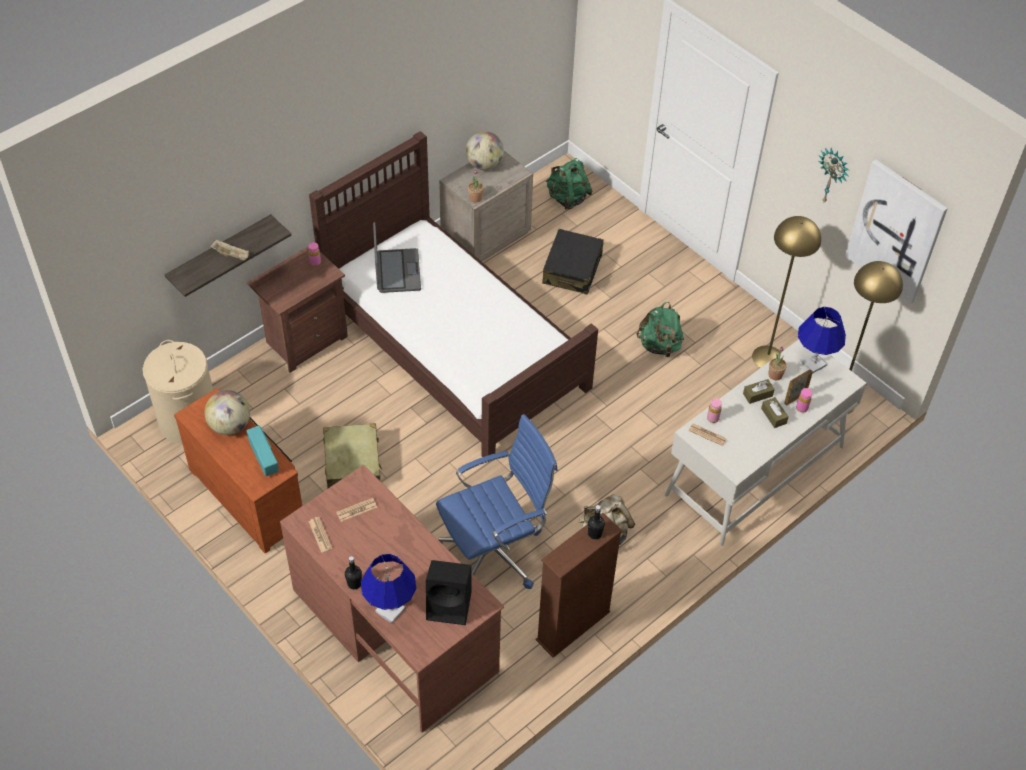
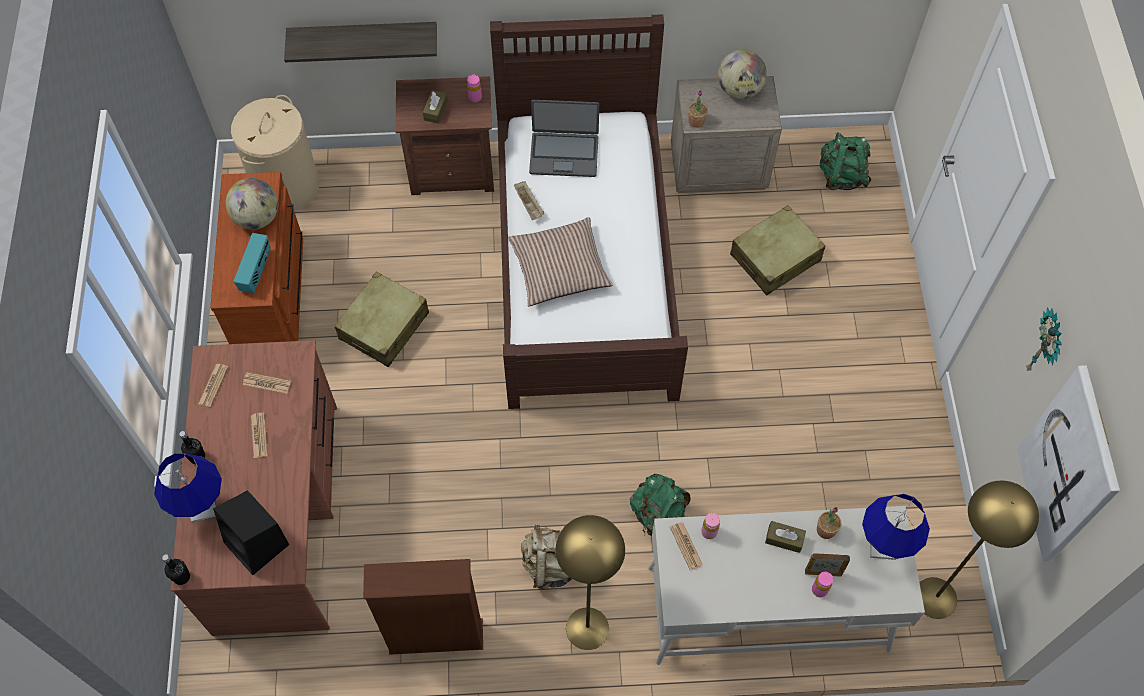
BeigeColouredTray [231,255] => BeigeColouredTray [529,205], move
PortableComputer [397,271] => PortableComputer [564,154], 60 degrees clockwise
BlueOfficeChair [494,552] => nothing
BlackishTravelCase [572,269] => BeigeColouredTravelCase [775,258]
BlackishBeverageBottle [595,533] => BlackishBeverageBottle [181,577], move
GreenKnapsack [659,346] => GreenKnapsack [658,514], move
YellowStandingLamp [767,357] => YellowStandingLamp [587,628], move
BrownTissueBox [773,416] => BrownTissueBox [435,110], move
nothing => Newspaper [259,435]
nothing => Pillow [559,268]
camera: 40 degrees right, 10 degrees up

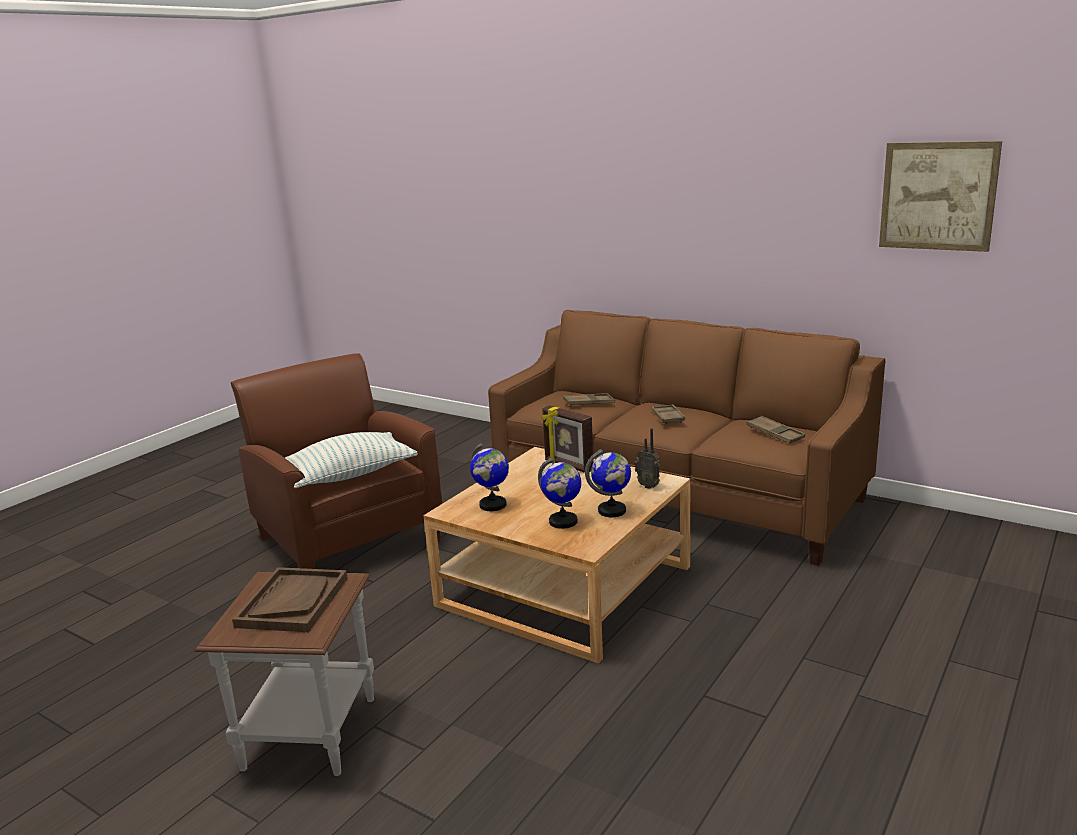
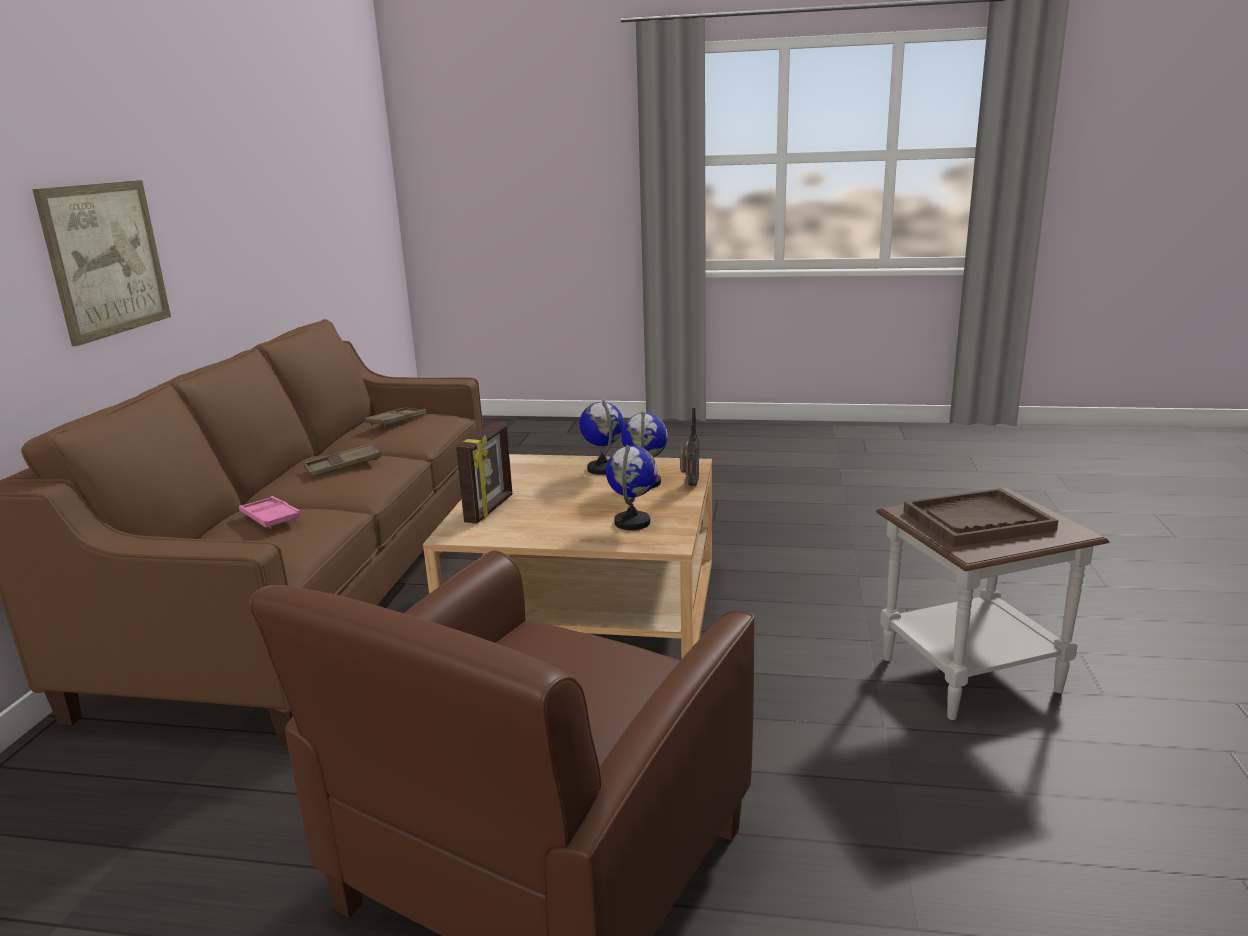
Pillow [348,475] => nothing
BrownTray [589,403] => PinkTray [270,518]
RadioReceiver [648,486] => RadioReceiver [689,485], move
WallPicture [937,196] => WallPicture [106,259], move
camera: 115 degrees left, 0 degrees up

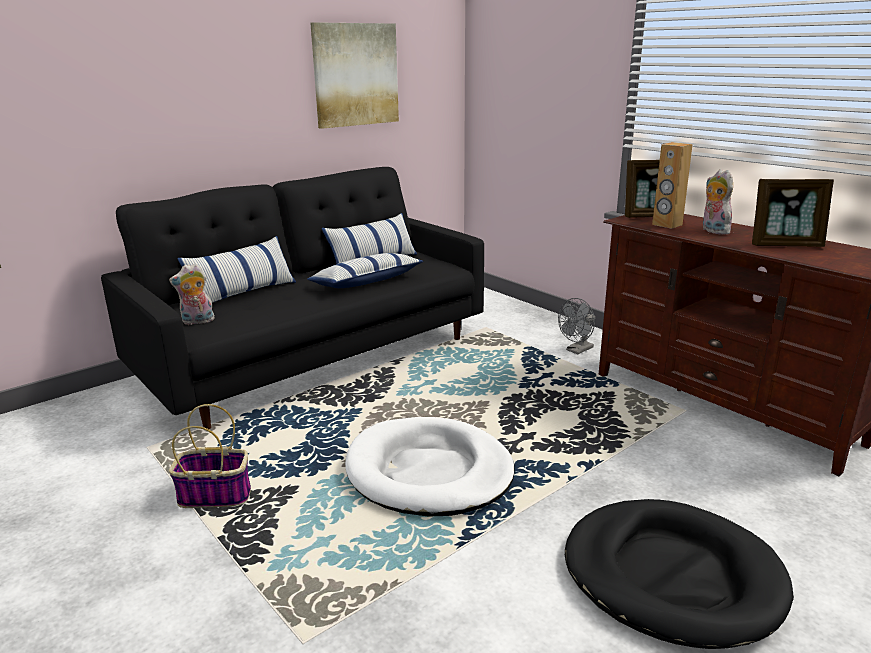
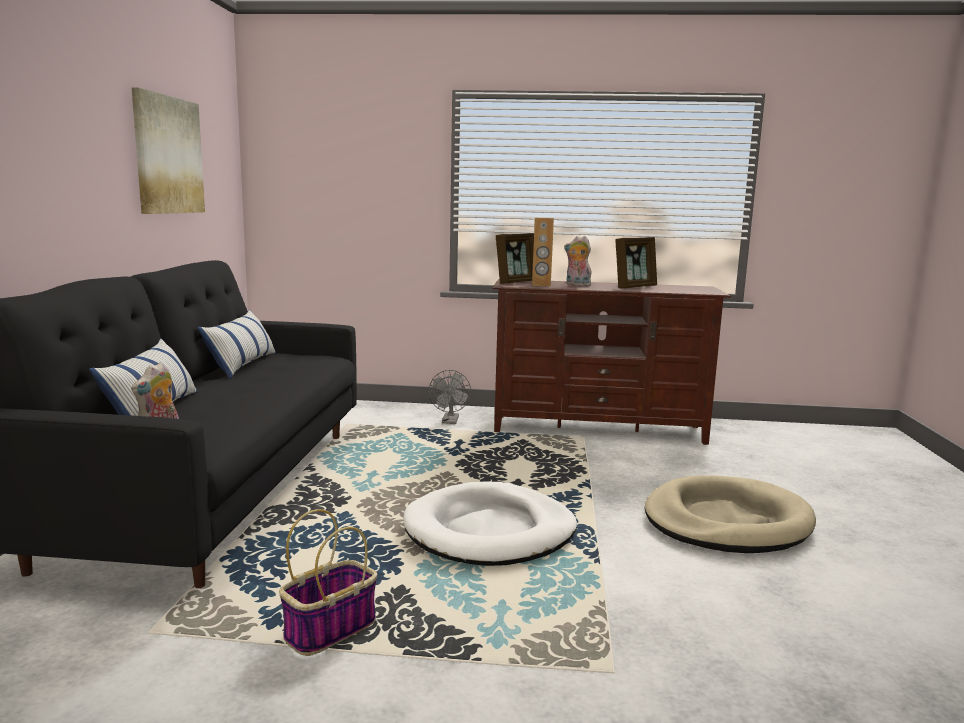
Pillow [366,282] => nothing
BlackishPetBed [671,576] => BeigeColouredPetBed [726,521]
camera: 45 degrees left, 10 degrees down

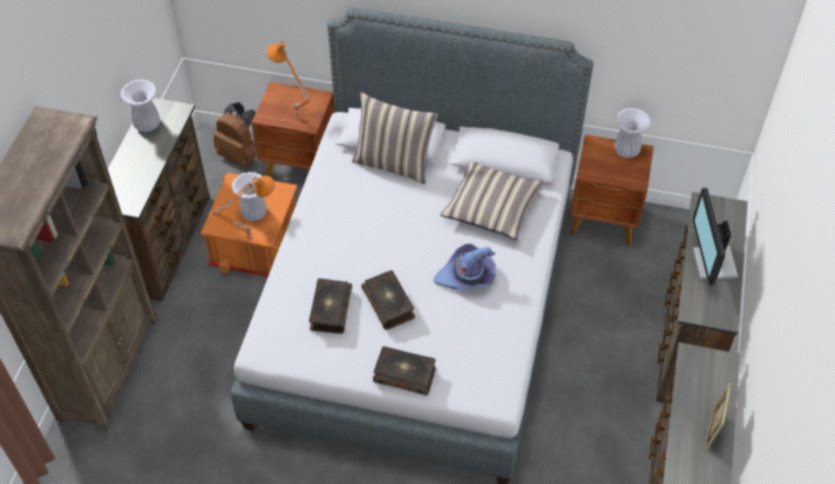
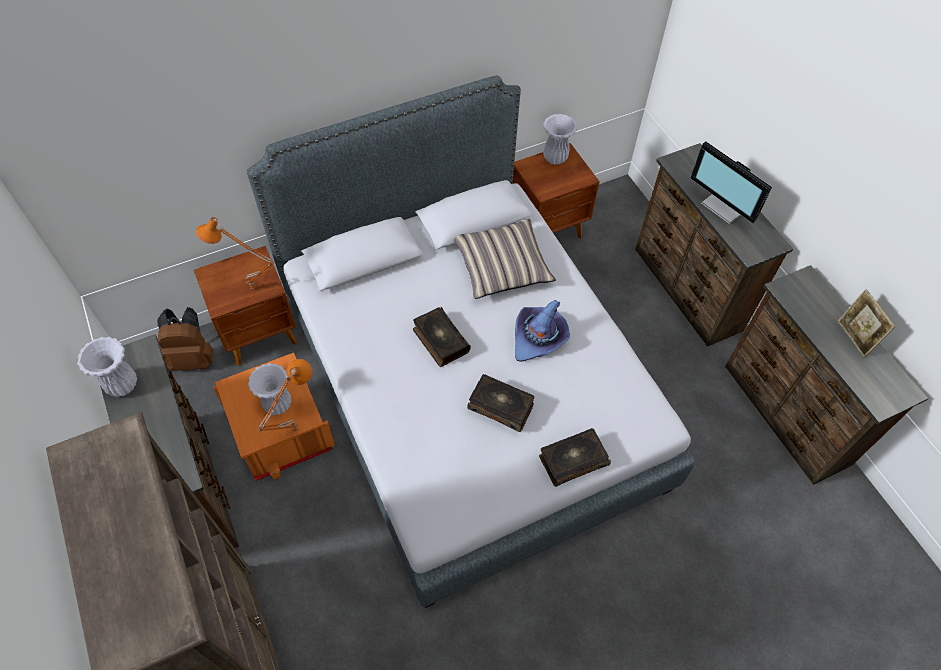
Volume [330,310] => Volume [440,341], move
Pillow [394,164] => nothing
camera: 40 degrees left, 5 degrees up

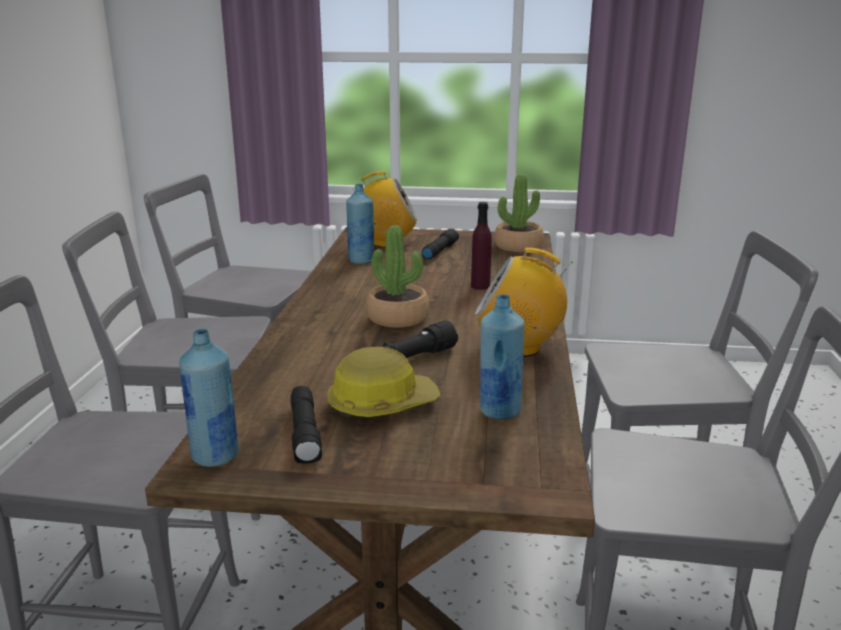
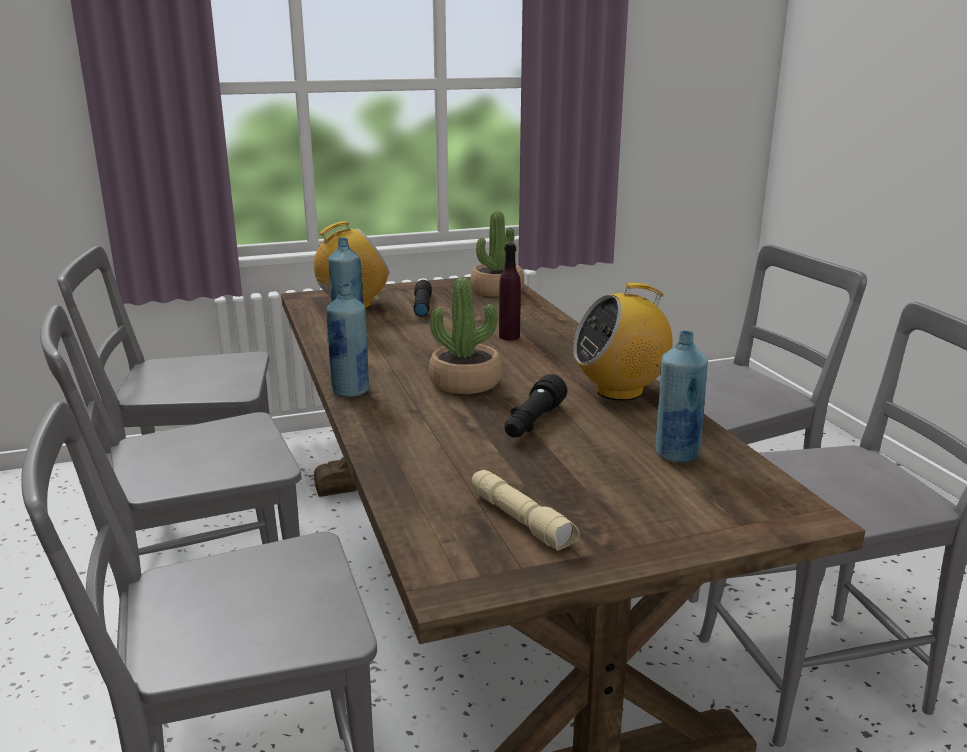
BlueBeverageBottle [215,456] => BlueBeverageBottle [350,391], move
BlackishTorch [306,434] => BeigeColouredTorch [522,521]
SafetyHelmet [381,404] => nothing
camera: 25 degrees left, 0 degrees up

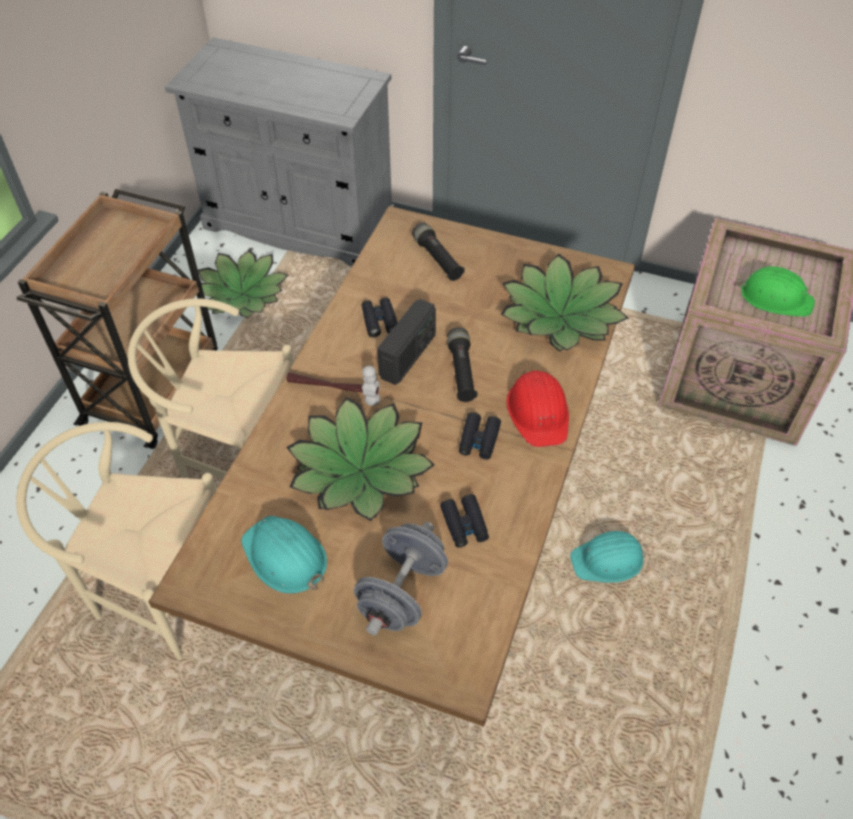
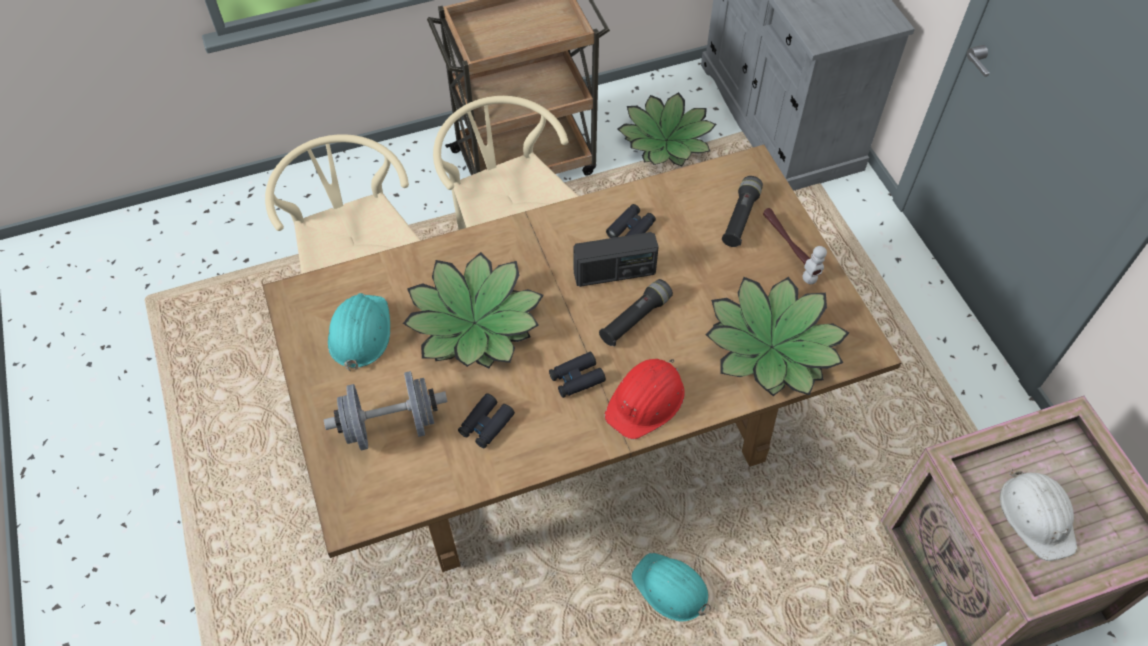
Hammer [334,391] => Hammer [790,249], move
GreenSafetyHelmet [775,298] => WhitishSafetyHelmet [1037,516]
camera: 50 degrees right, 5 degrees up

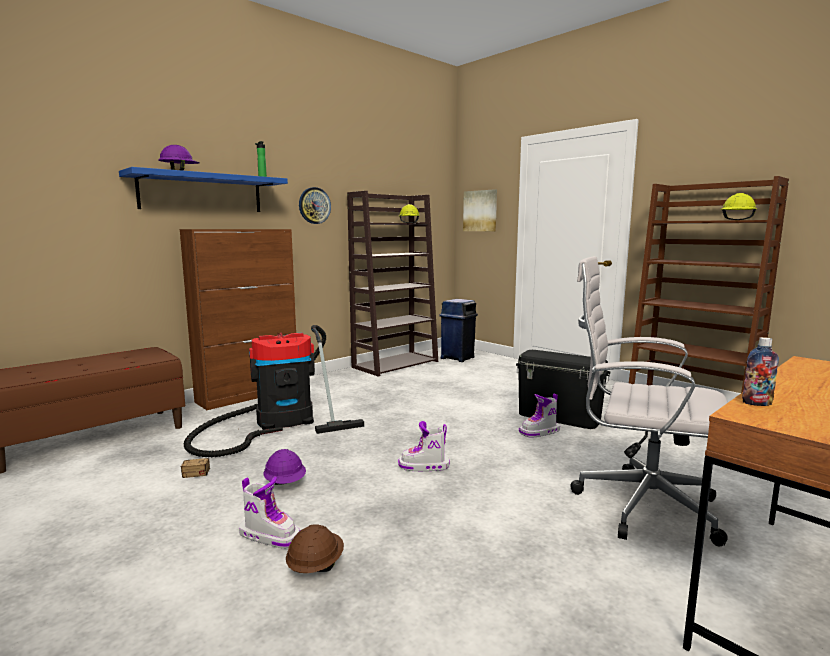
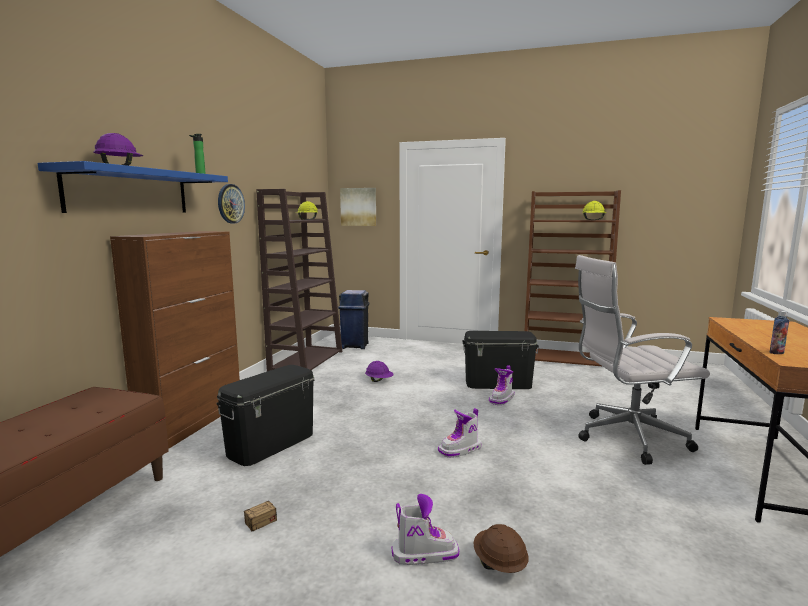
VacuumCleaner [278,422] => BlackishStorageBox [271,443]
PurplishSafetyHelmet [285,484] => PurplishSafetyHelmet [379,381], move
camera: 30 degrees left, 0 degrees up

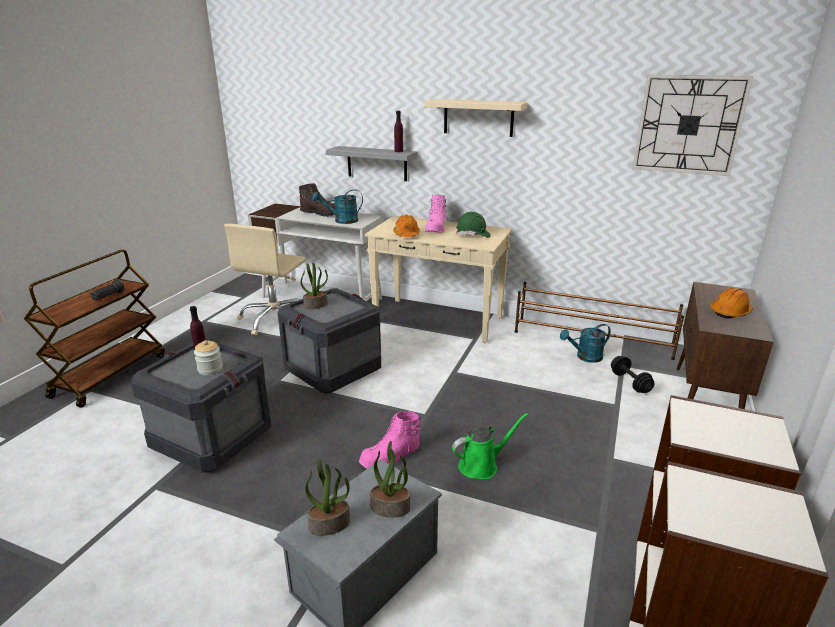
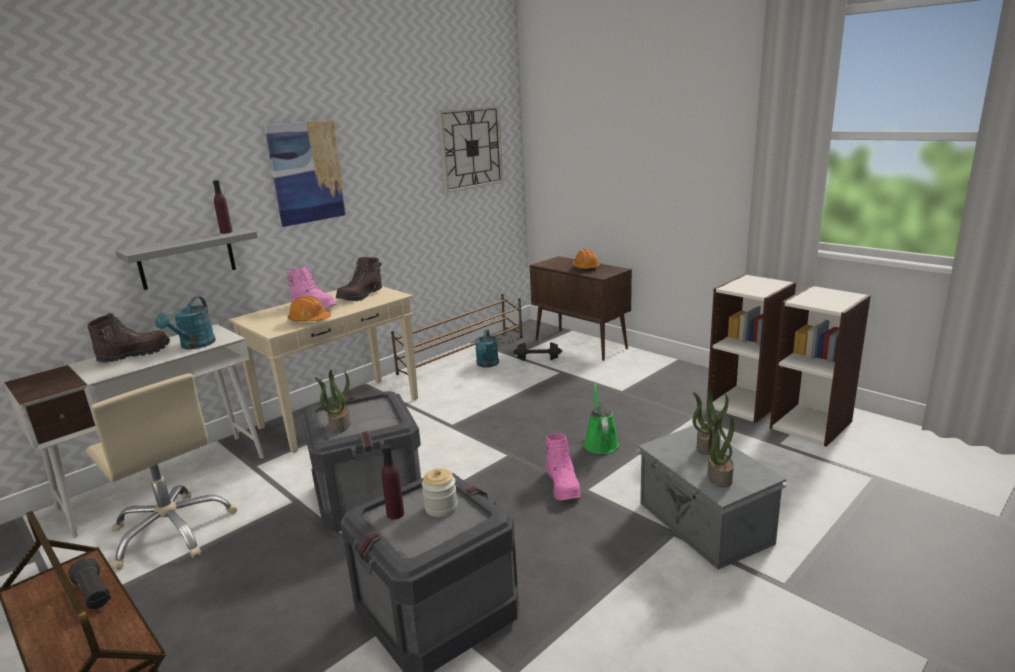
BeigeColouredWallShelf [478,117] => WallPicture [306,172]
GreenSafetyHelmet [473,235] => BrownHighTopBoot [361,296]
camera: 65 degrees left, 5 degrees down

